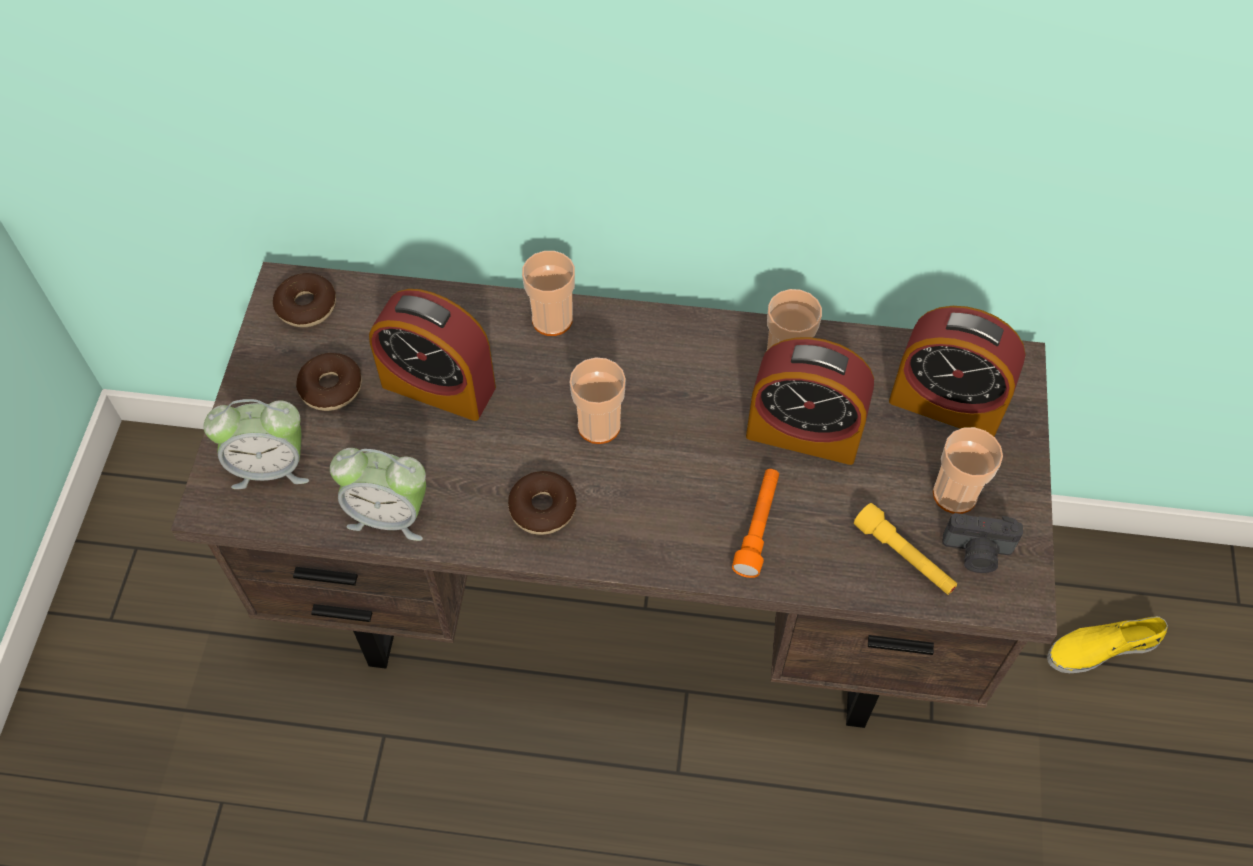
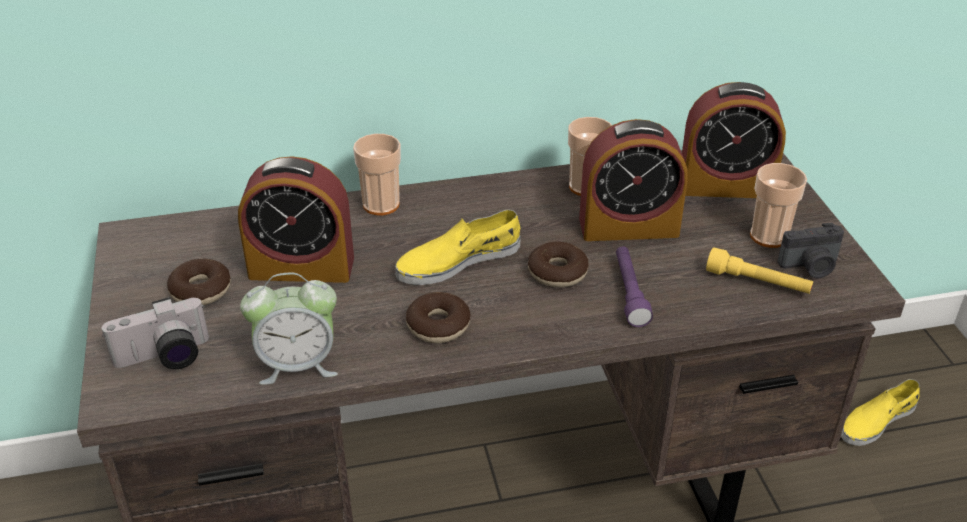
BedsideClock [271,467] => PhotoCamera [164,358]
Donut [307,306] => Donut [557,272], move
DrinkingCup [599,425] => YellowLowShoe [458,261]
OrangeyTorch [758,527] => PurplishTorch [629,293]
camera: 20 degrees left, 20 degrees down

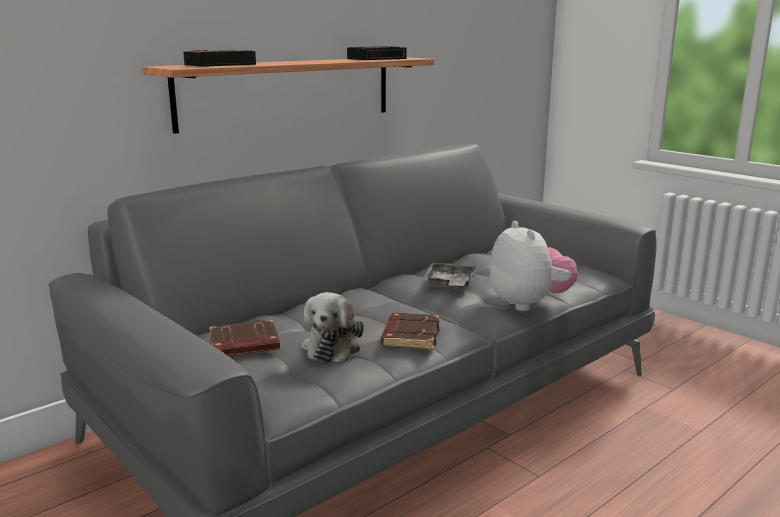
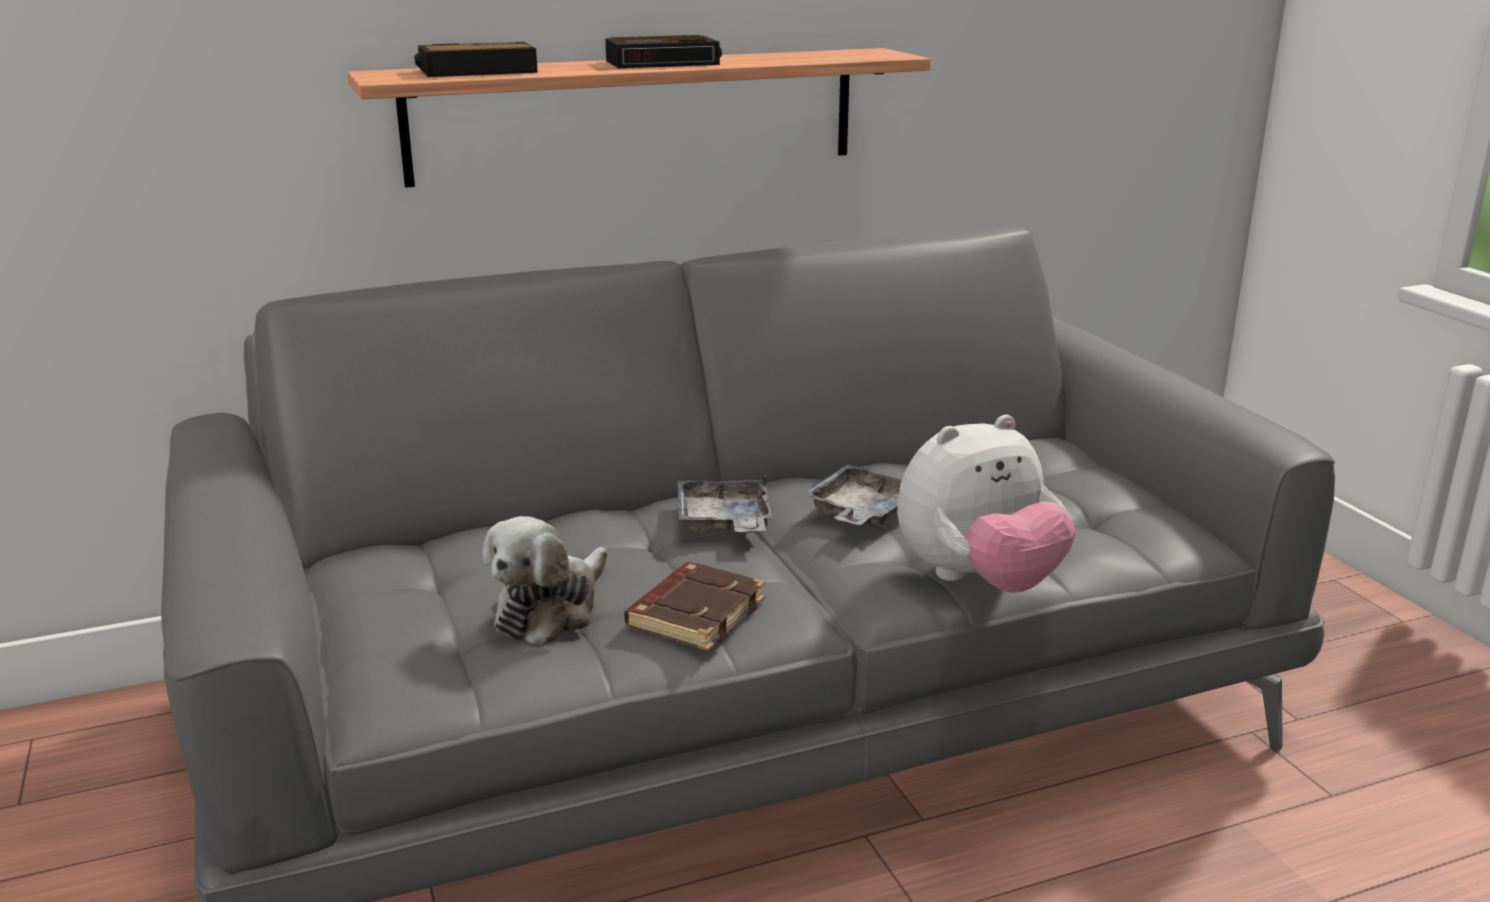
BrownVolume [244,345] => nothing
BedsideClock [378,58] => BedsideClock [665,62], move
SoftToy [529,304] => SoftToy [979,581], 60 degrees clockwise
nothing => GreyTray [724,523]
camera: 20 degrees right, 5 degrees up

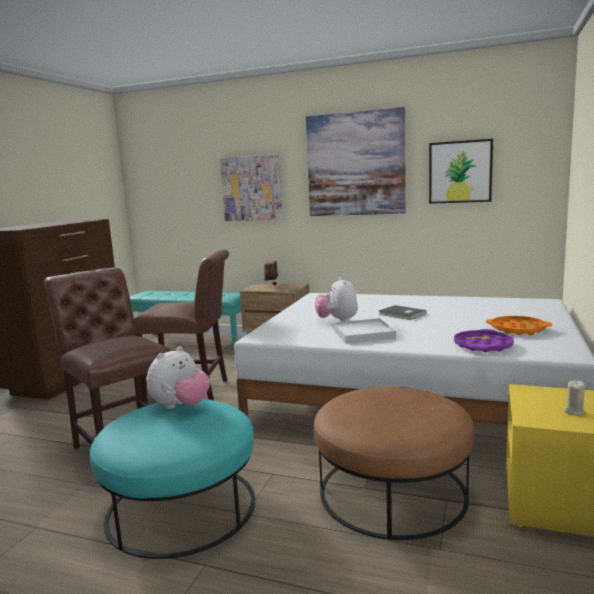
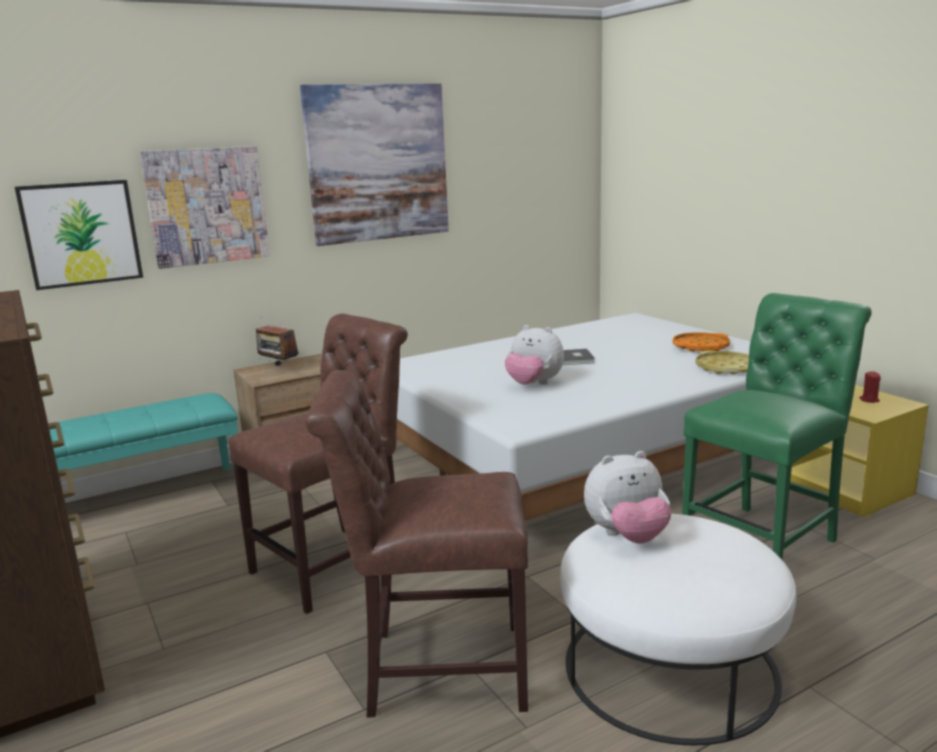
TurquoiseColouredFootrest [181,507] => WhitishFootrest [670,667]
SoftToy [181,406] => SoftToy [627,536], 90 degrees clockwise
BrownFootrest [393,492] => GreenChair [765,540]
WhitishTray [363,334] => nothing
WallPicture [460,172] => WallPicture [81,233], move
PurplishTray [482,346] => YellowTray [726,368]
BeigeColouredWaxLight [574,411] => RedWaxLight [869,400]
camera: 50 degrees left, 5 degrees up

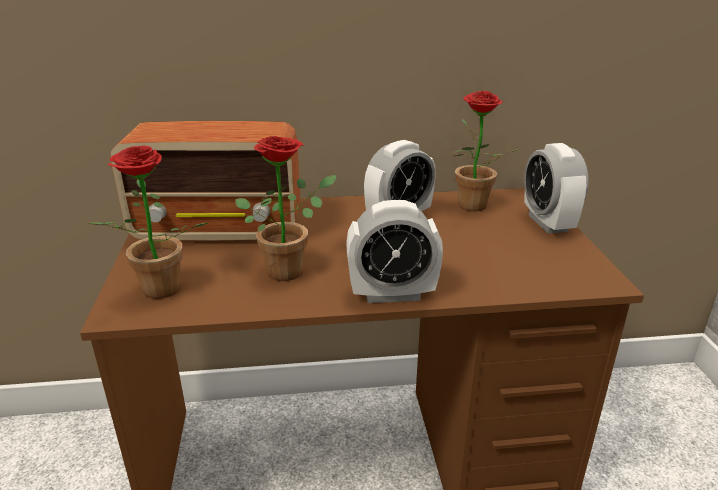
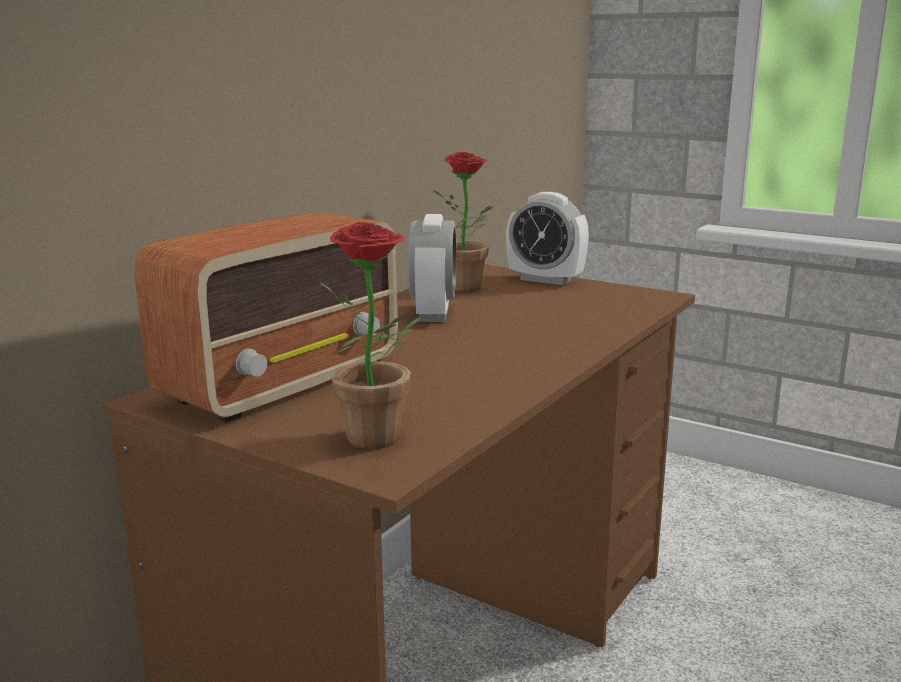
PottedPlant [291,269] => nothing
BedsideClock [392,294] => nothing
camera: 50 degrees left, 10 degrees down

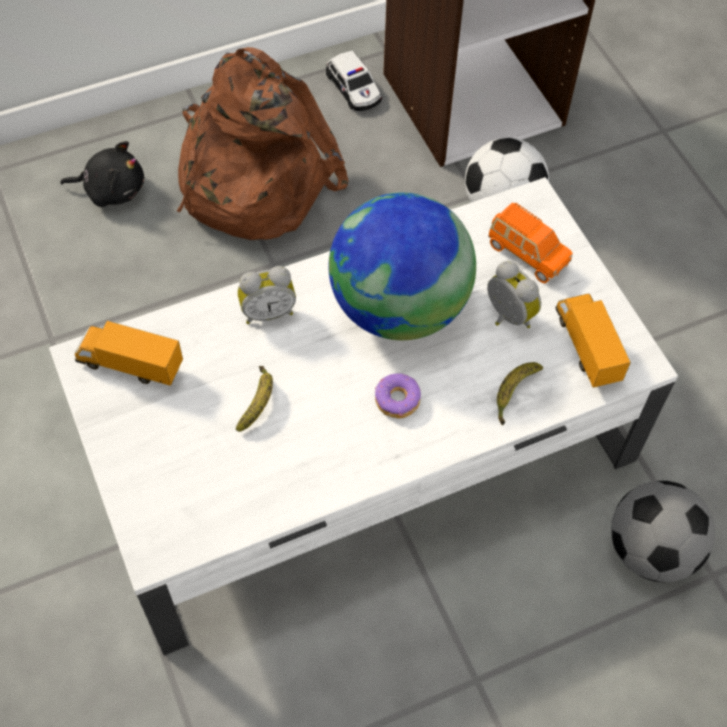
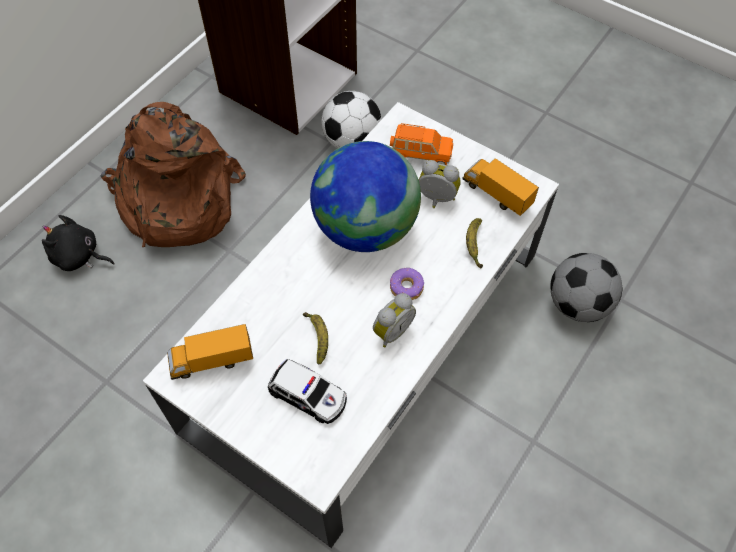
BlackishSoftToy [111,189] => BlackishSoftToy [79,256], 135 degrees counterclockwise
BedsideClock [267,311] => BedsideClock [391,330], move
ToyCar [354,88] => ToyCar [308,395], move
camera: 30 degrees left, 0 degrees up

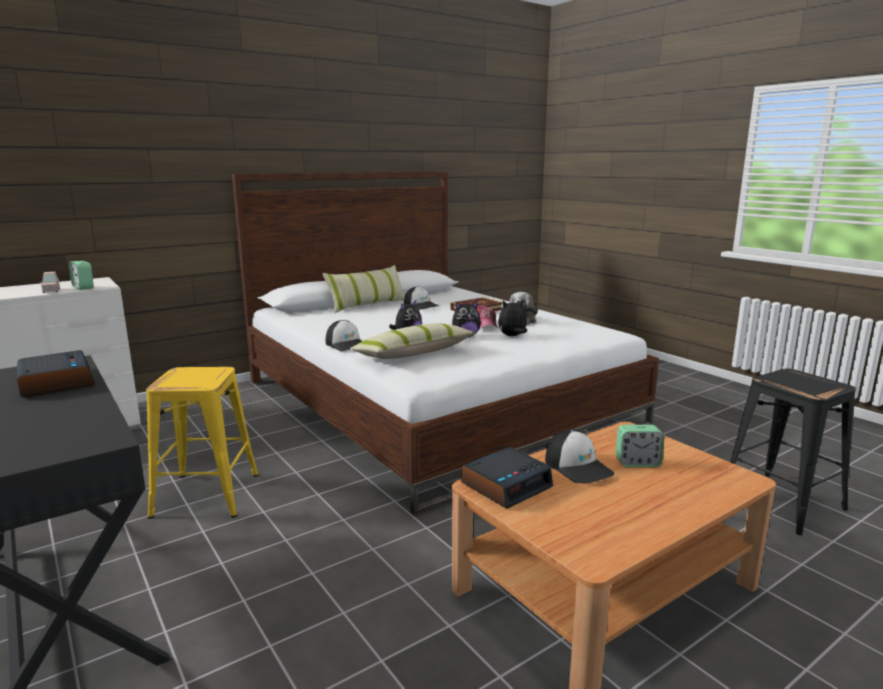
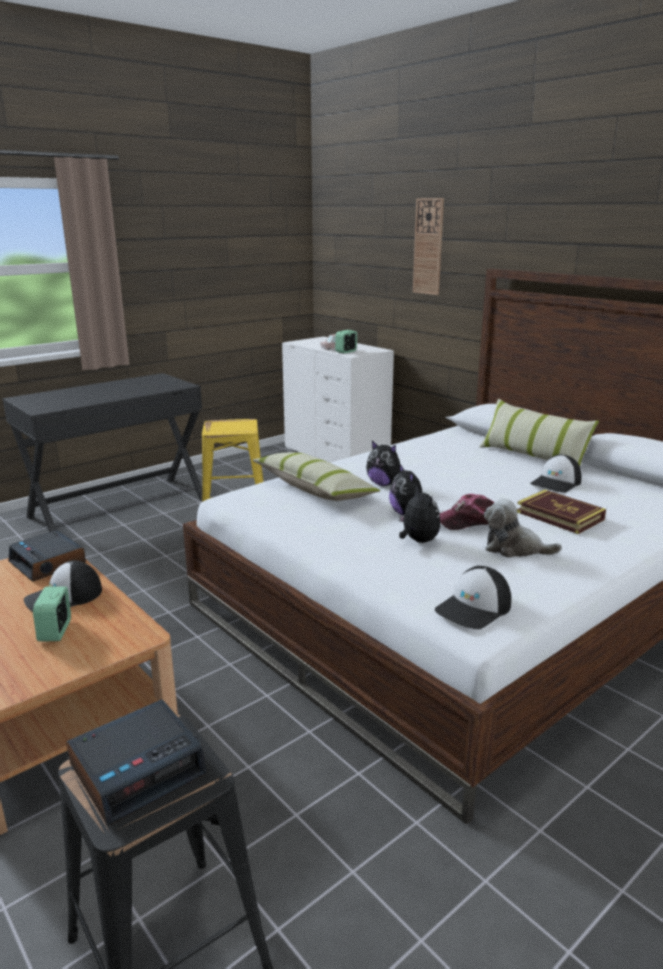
BedsideClock [56,382] => BedsideClock [139,769], move
Cap [347,344] => Cap [474,608], move
nothing => HangingClock [428,247]
camera: 85 degrees right, 5 degrees up

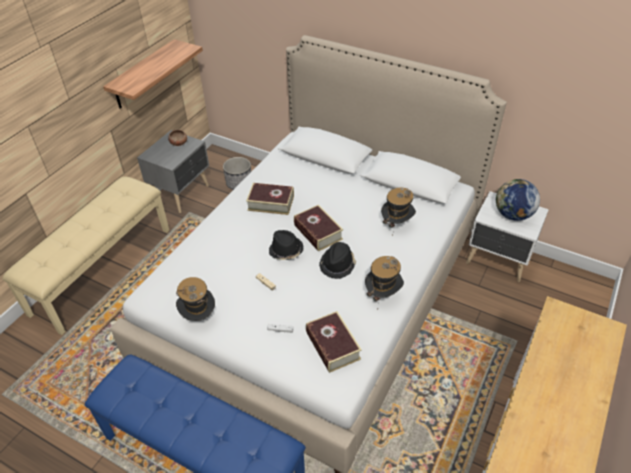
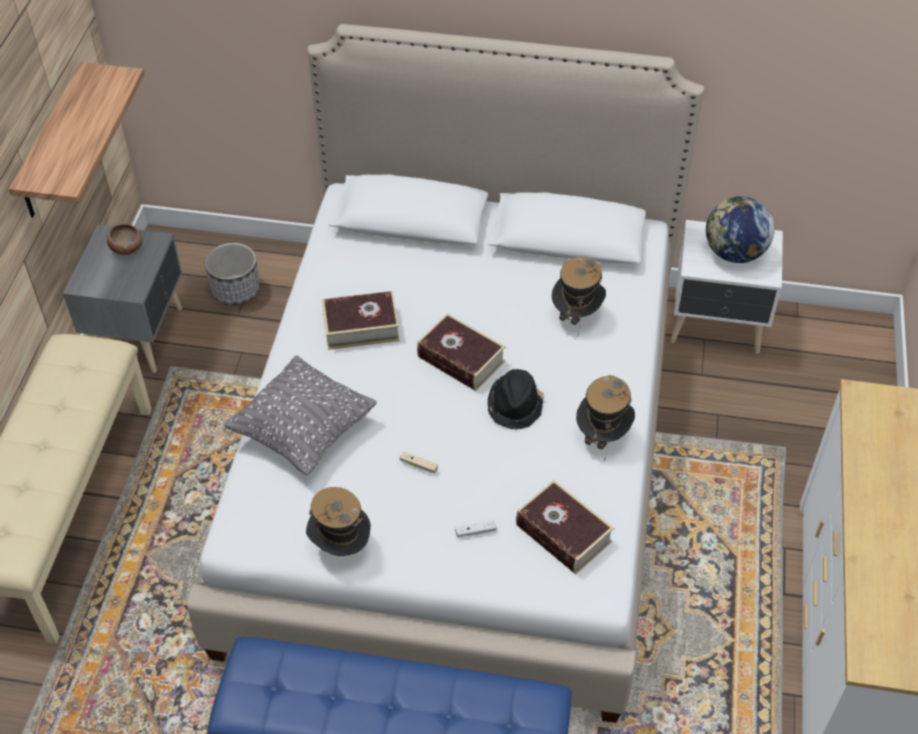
BlackishHat [286,251] => nothing
nothing => GreyPillow [303,432]
camera: 20 degrees left, 5 degrees up

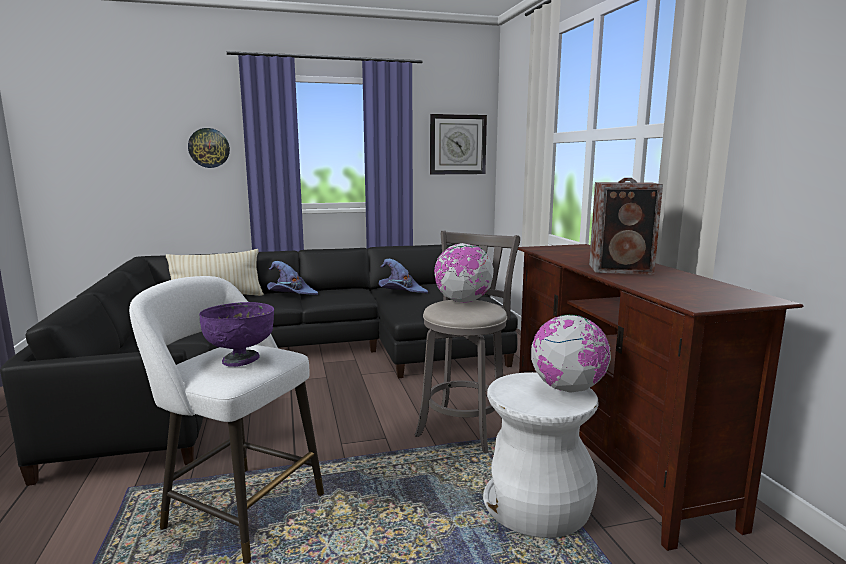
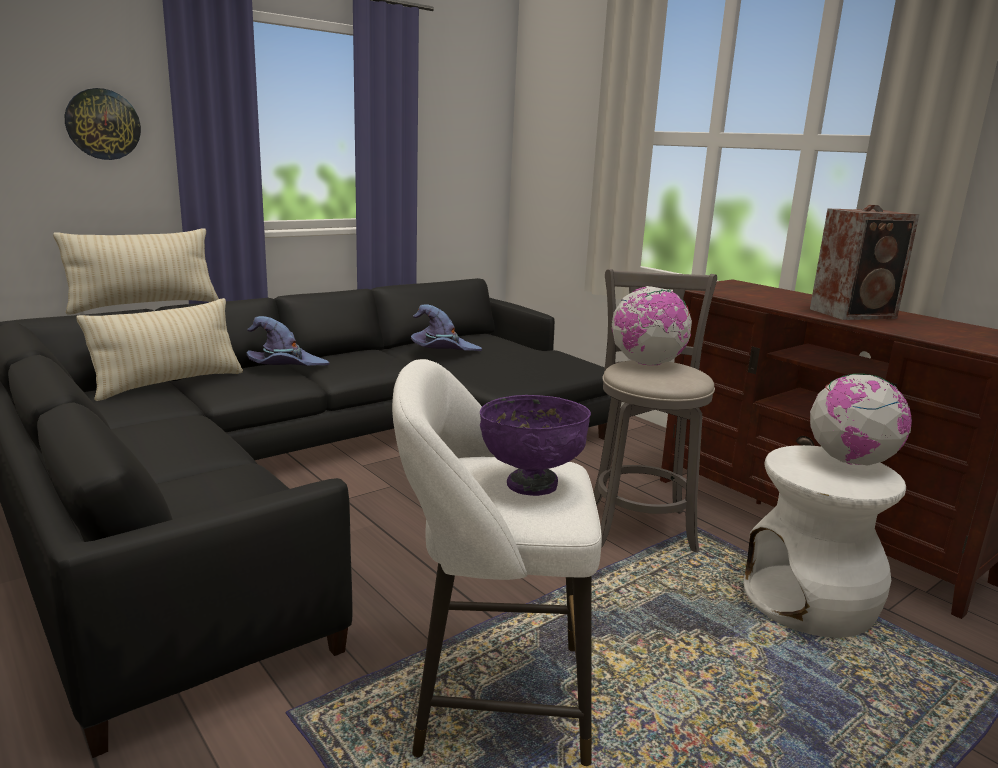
HangingClock [457,144] => nothing
nothing => BeigeColouredPillow [144,306]
camera: 25 degrees left, 5 degrees up

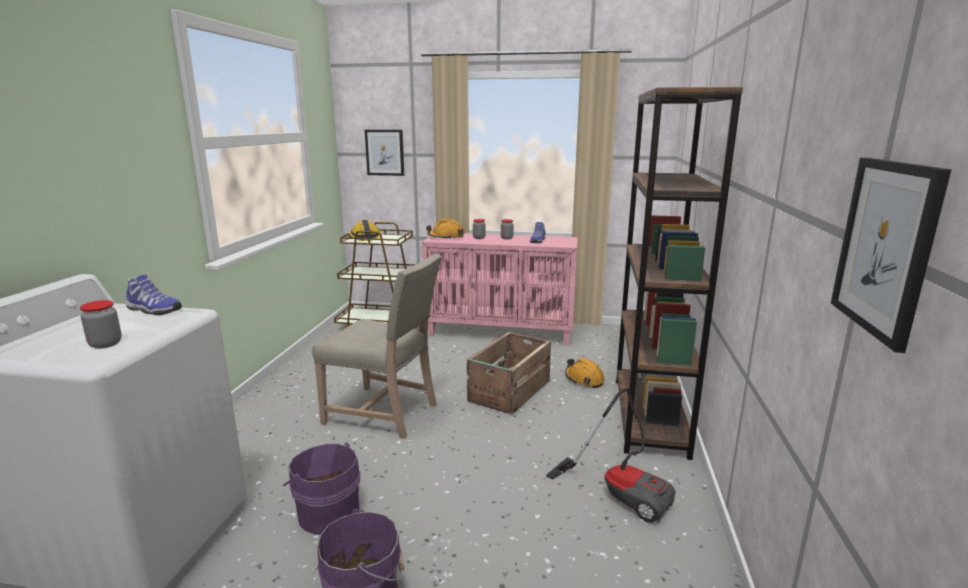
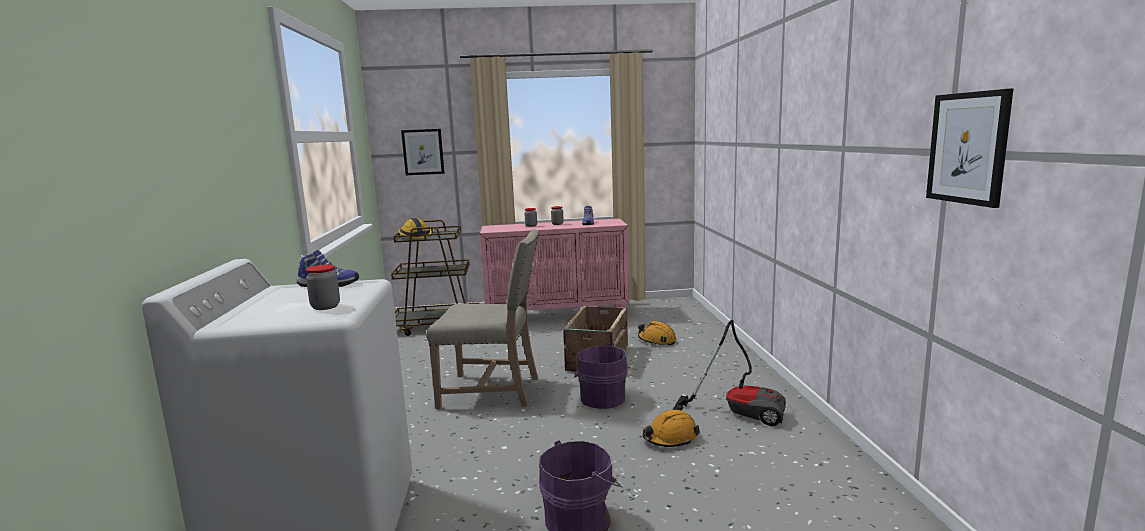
PurplishBucket [327,512] => PurplishBucket [601,398], move
OrangeySafetyHelmet [446,237] => OrangeySafetyHelmet [670,438], move
BrownShelvingUnit [649,416] => nothing
camera: 15 degrees left, 5 degrees down

